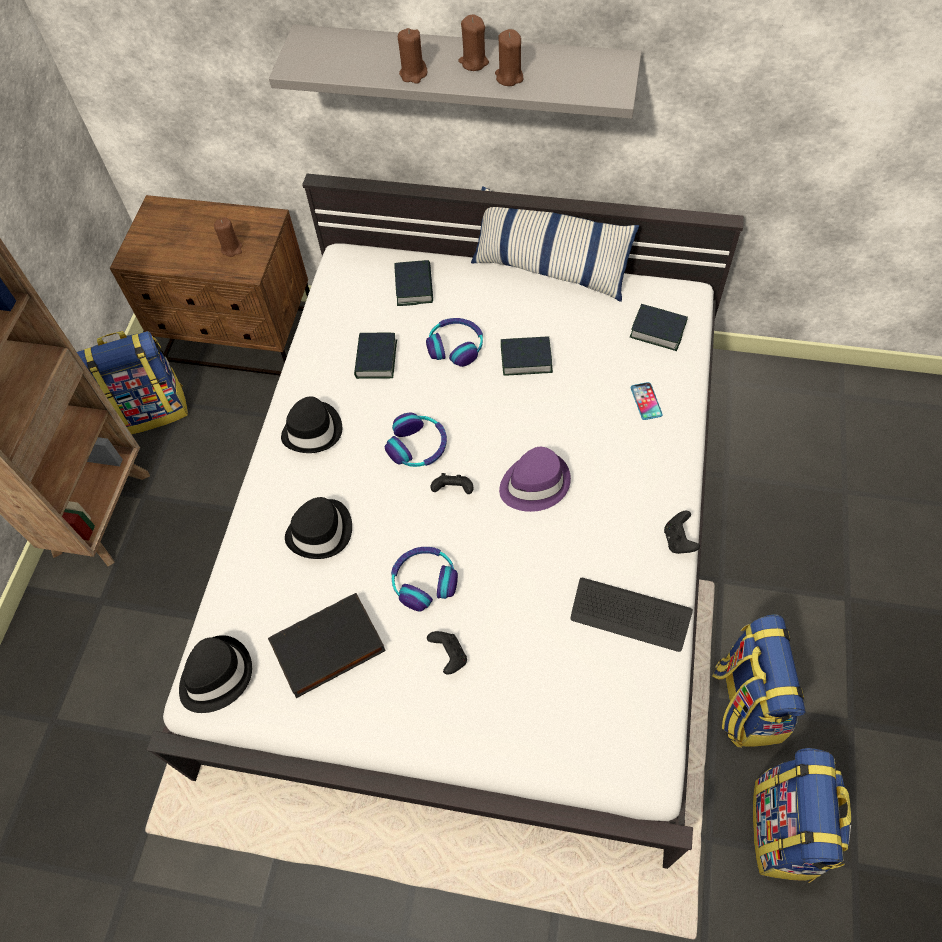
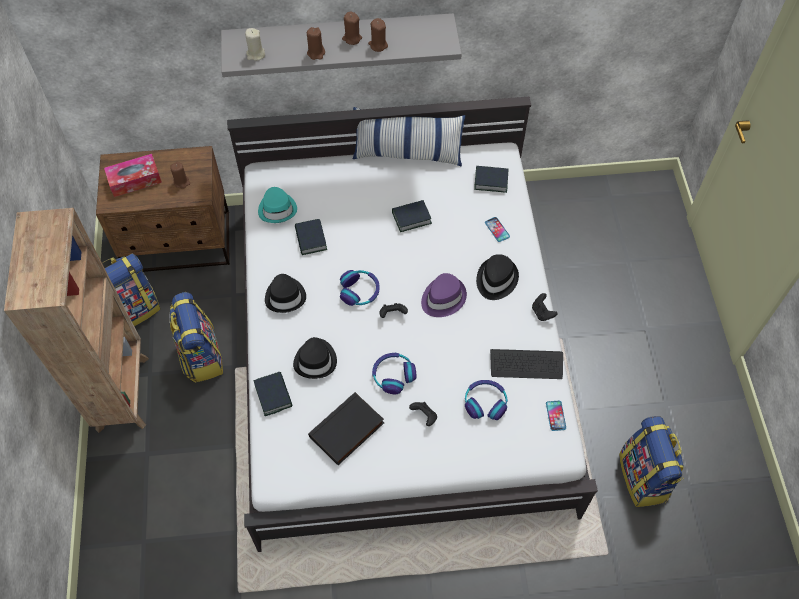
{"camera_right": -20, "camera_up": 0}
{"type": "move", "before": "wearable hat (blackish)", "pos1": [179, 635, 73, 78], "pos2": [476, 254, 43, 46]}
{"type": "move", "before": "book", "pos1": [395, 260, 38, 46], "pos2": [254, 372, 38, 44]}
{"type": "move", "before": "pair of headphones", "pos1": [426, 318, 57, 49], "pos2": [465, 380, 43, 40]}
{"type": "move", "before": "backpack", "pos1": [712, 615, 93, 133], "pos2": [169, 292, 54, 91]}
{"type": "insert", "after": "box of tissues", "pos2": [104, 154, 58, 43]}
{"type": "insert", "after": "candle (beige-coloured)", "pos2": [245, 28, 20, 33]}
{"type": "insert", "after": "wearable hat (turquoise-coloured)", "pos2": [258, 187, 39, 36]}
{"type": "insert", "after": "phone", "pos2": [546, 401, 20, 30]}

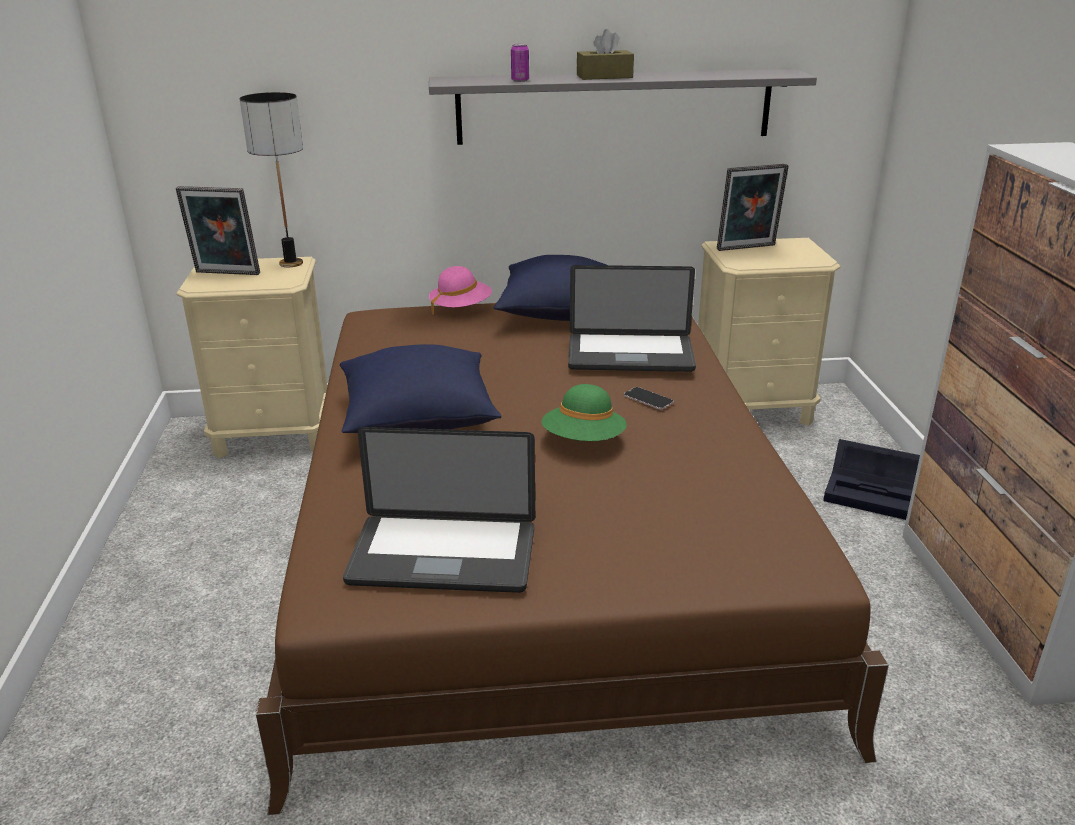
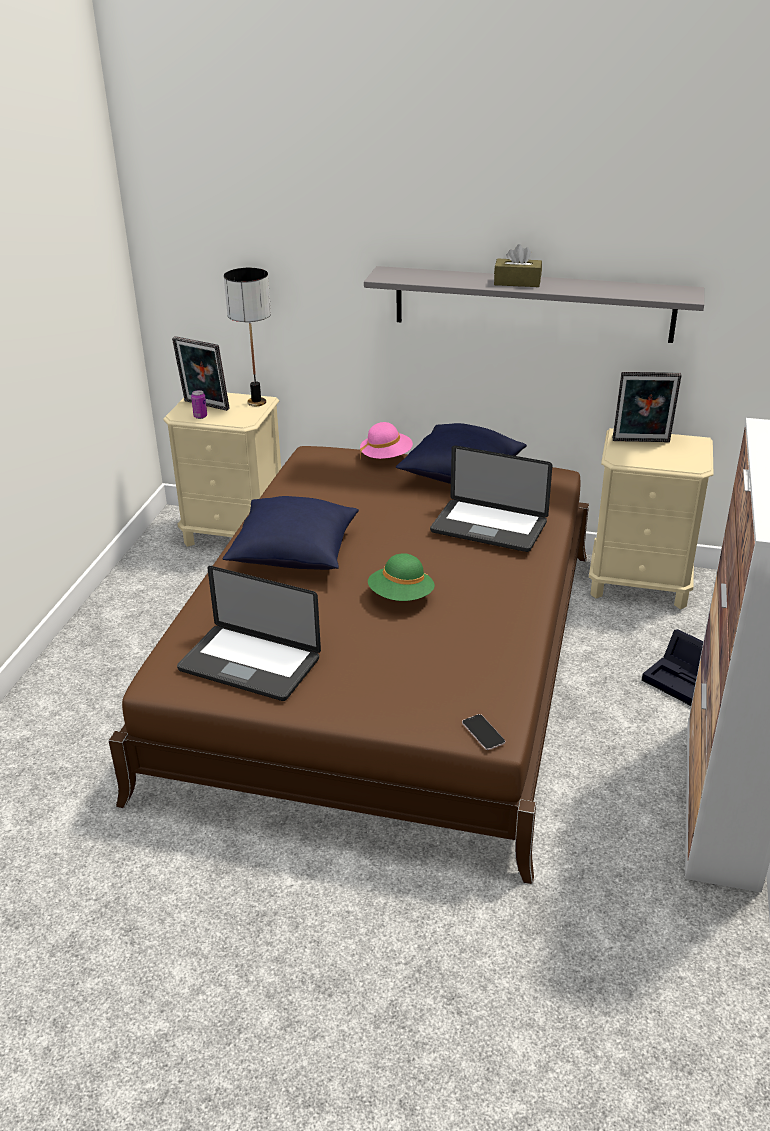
{"camera_right": 20, "camera_up": 5}
{"type": "move", "before": "can", "pos1": [511, 44, 18, 38], "pos2": [191, 390, 16, 29]}
{"type": "move", "before": "phone", "pos1": [624, 387, 50, 23], "pos2": [462, 714, 43, 36]}

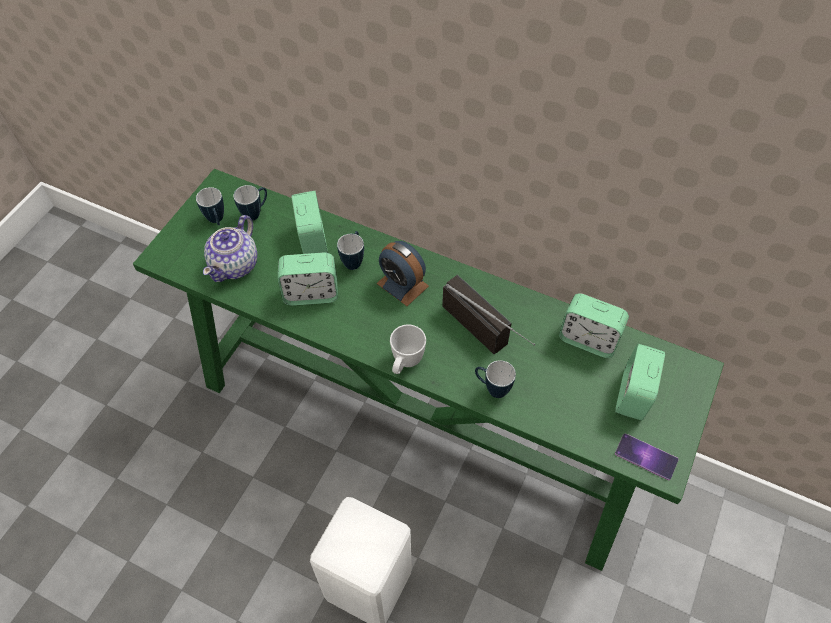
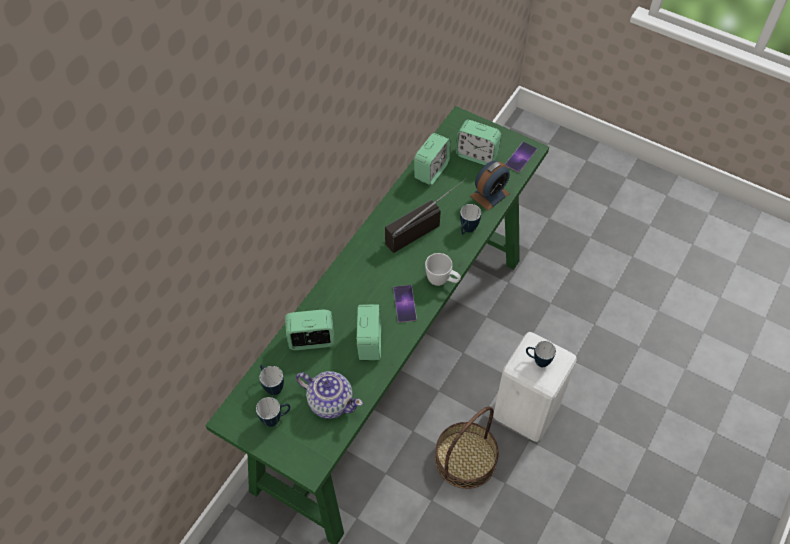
{"camera_right": -85, "camera_up": 0}
{"type": "move", "before": "coffee mug", "pos1": [337, 231, 27, 39], "pos2": [526, 341, 30, 26]}
{"type": "move", "before": "alarm clock", "pos1": [377, 241, 52, 65], "pos2": [471, 161, 39, 49]}
{"type": "insert", "after": "phone", "pos2": [393, 285, 24, 37]}
{"type": "insert", "after": "storage basket", "pos2": [435, 406, 64, 83]}

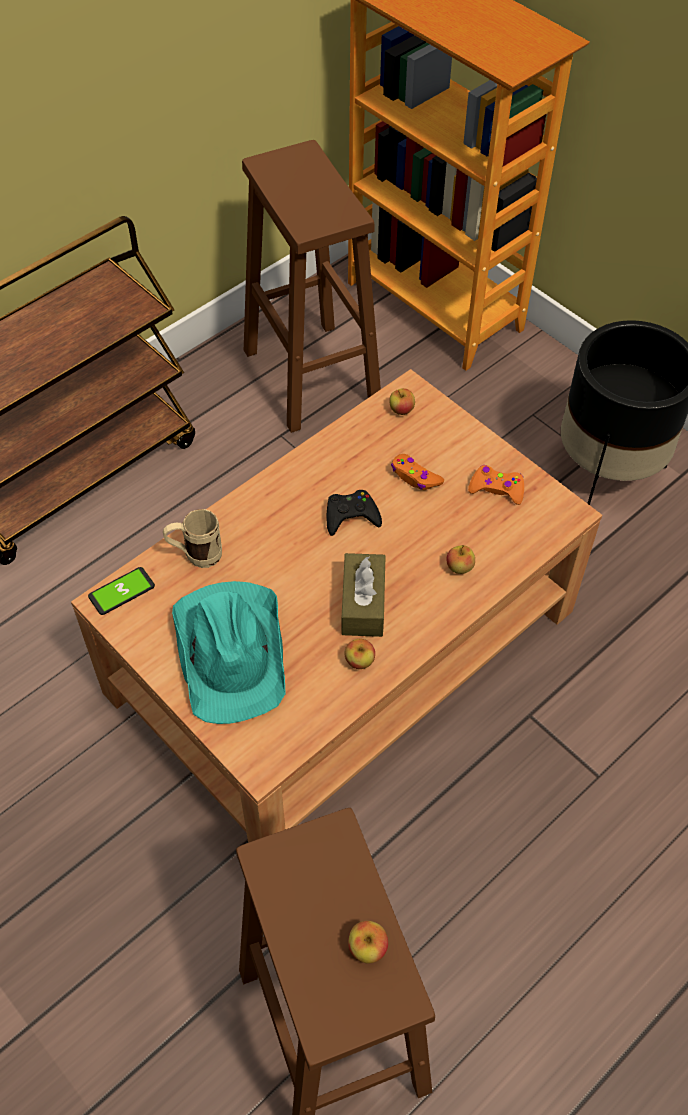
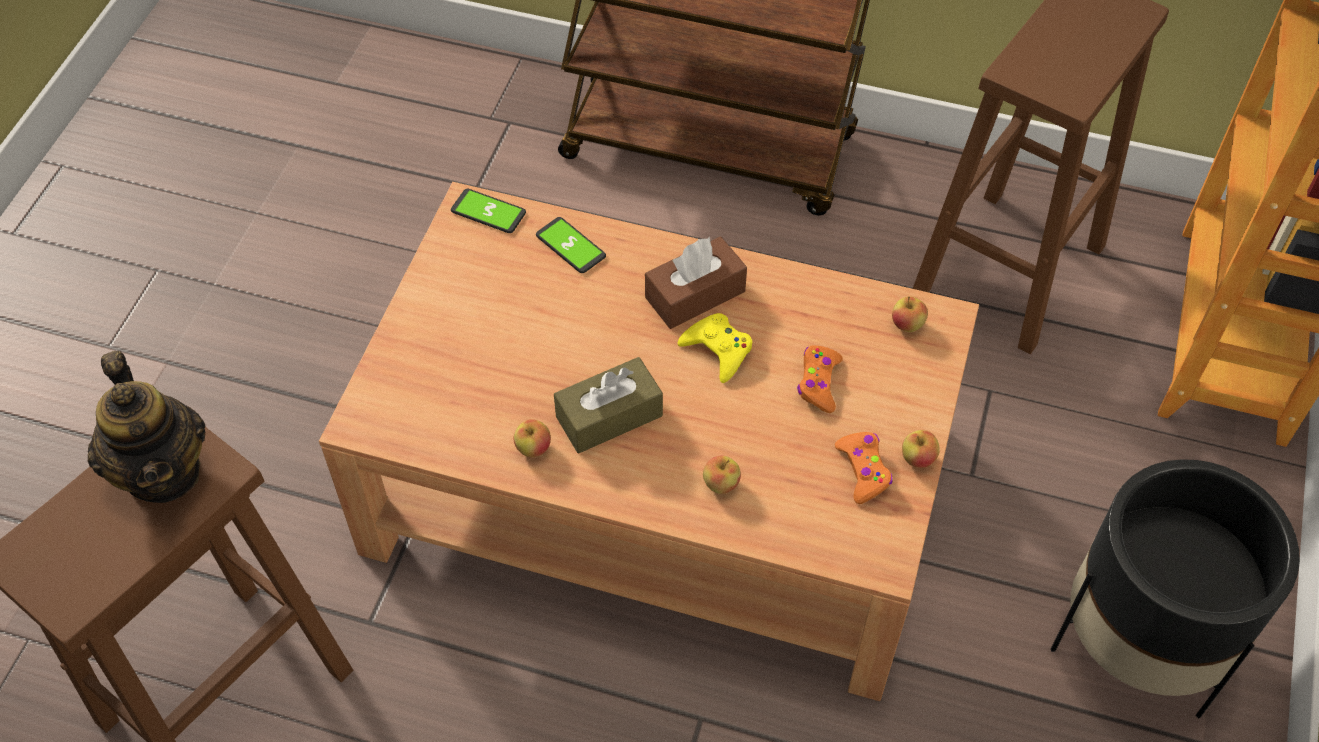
{"camera_right": 60, "camera_up": 0}
{"type": "replace", "before": "coffee mug (beige-coloured)", "after": "phone", "pos1": [163, 509, 59, 59], "pos2": [536, 217, 70, 56]}
{"type": "delete", "before": "wearable hat (turquoise-coloured)", "pos1": [172, 581, 114, 143]}
{"type": "recolor", "before": "joypad (blackish)", "after": "joypad (yellow)", "pos1": [327, 490, 55, 46], "pos2": [678, 313, 74, 70]}
{"type": "move", "before": "apple fruit", "pos1": [348, 921, 40, 42], "pos2": [902, 430, 38, 38]}
{"type": "insert", "after": "teapot", "pos2": [88, 351, 117, 152]}
{"type": "insert", "after": "box of tissues (brown-coloured)", "pos2": [645, 236, 102, 93]}

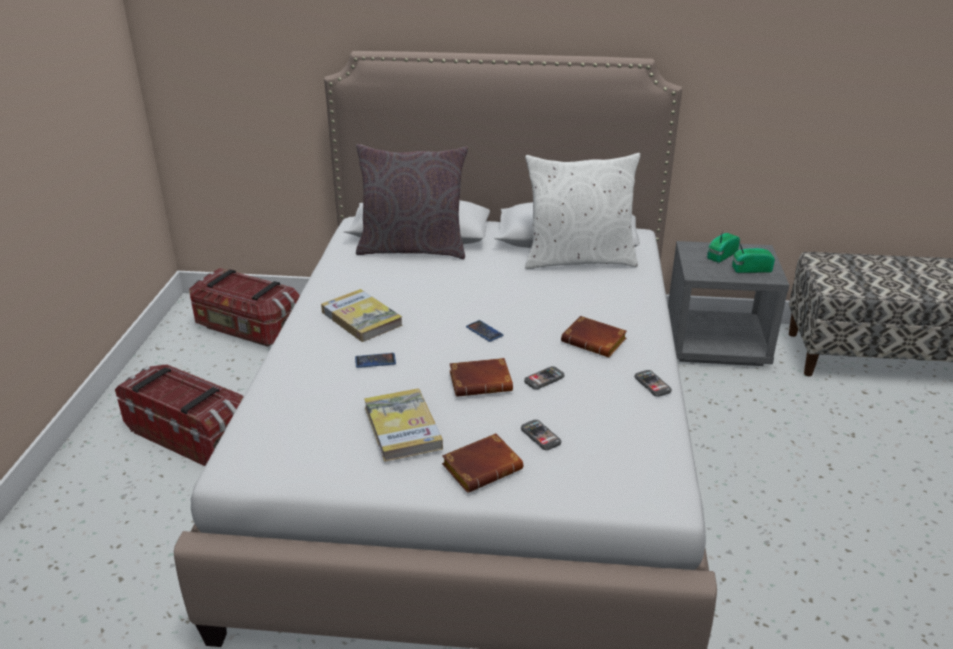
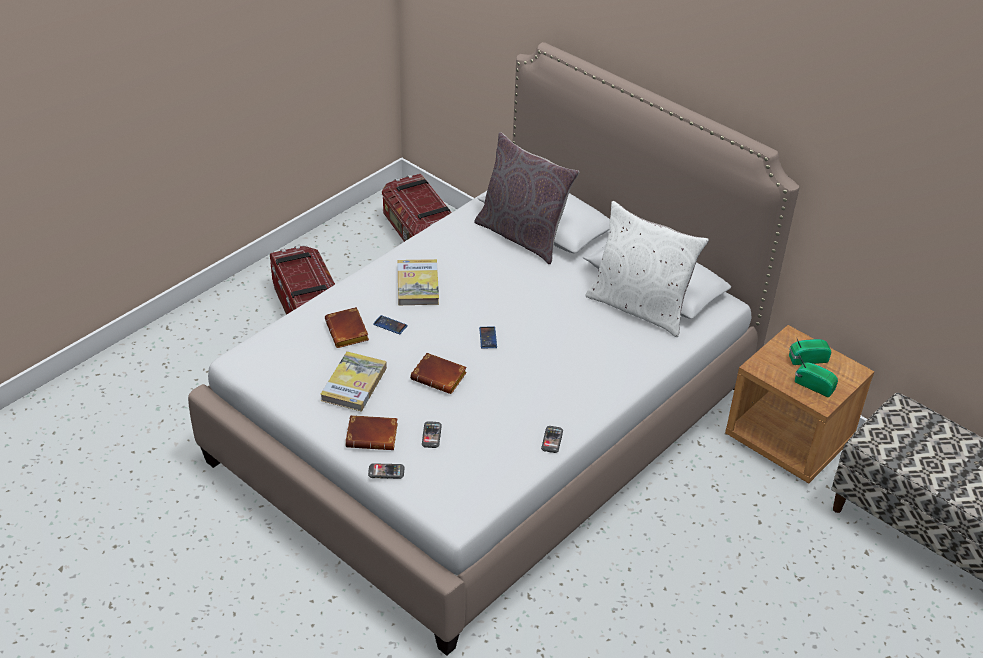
{"camera_right": 35, "camera_up": 10}
{"type": "move", "before": "phone", "pos1": [524, 366, 41, 24], "pos2": [368, 463, 36, 16]}
{"type": "move", "before": "book (brown-coloured)", "pos1": [561, 316, 66, 42], "pos2": [325, 307, 44, 41]}
{"type": "recolor", "before": "bedside table (gray)", "after": "bedside table (brown-coloured)", "pos1": [668, 241, 121, 125], "pos2": [725, 325, 149, 158]}

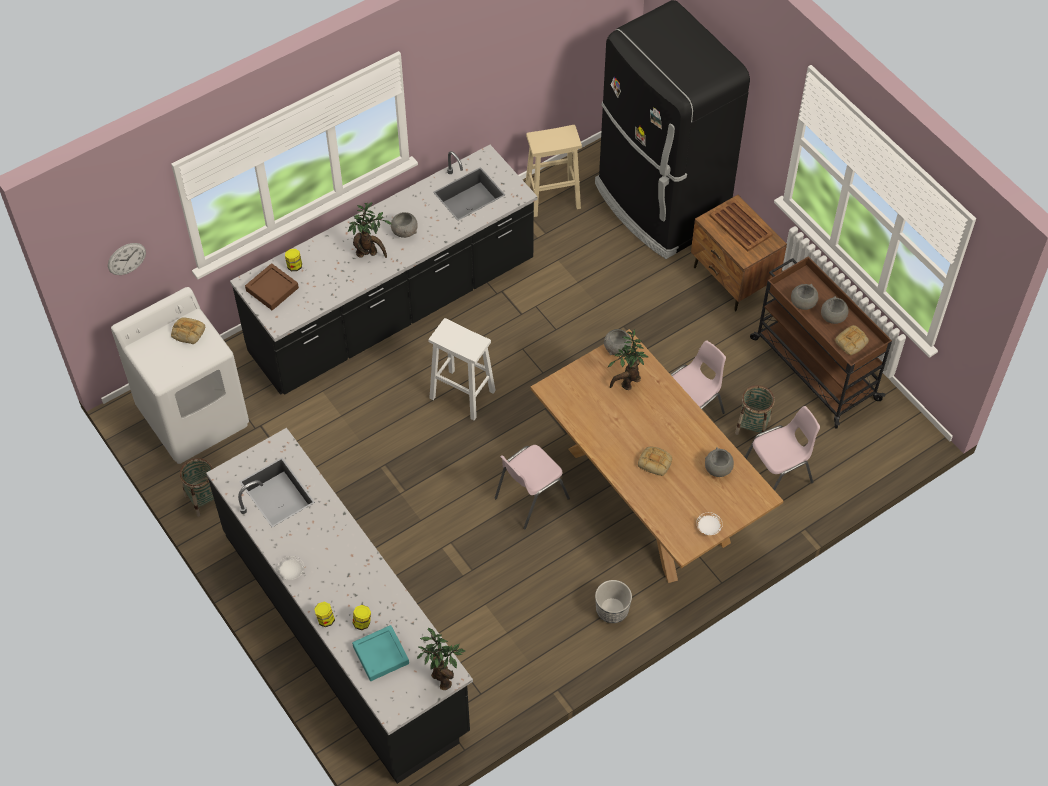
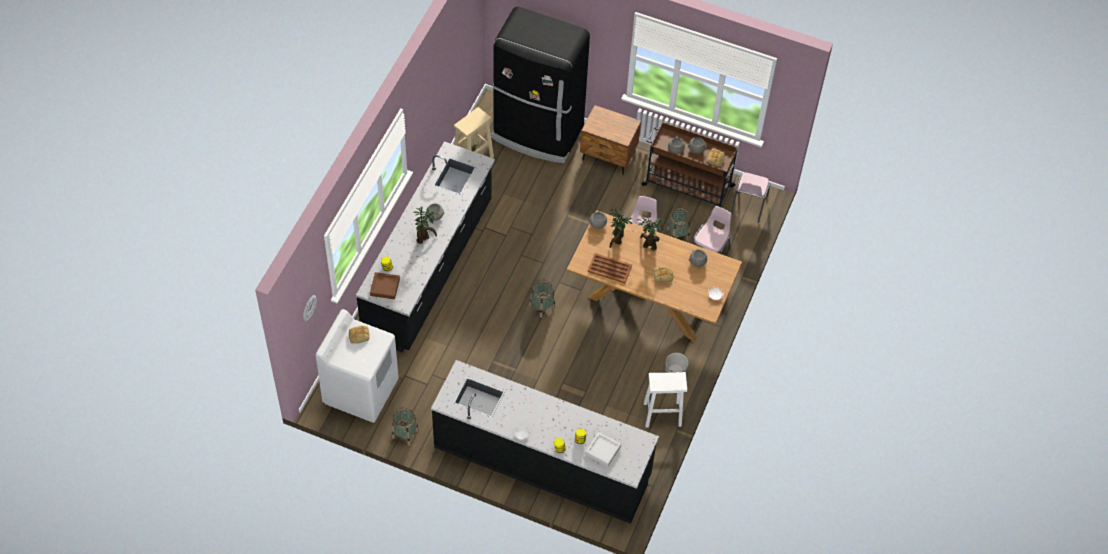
{"camera_right": -35, "camera_up": 0}
{"type": "recolor", "before": "tray (turquoise-coloured)", "after": "tray (gray)", "pos1": [352, 625, 57, 56], "pos2": [585, 432, 36, 35]}
{"type": "move", "before": "houseplant", "pos1": [417, 628, 48, 62], "pos2": [637, 217, 28, 34]}
{"type": "move", "before": "stool seat (white)", "pos1": [429, 318, 67, 102], "pos2": [644, 372, 43, 55]}
{"type": "move", "before": "plain chair (pink)", "pos1": [495, 445, 75, 85], "pos2": [731, 172, 39, 51]}
{"type": "move", "before": "tray (brown-coloured)", "pos1": [710, 199, 63, 53], "pos2": [587, 253, 45, 30]}
{"type": "insert", "after": "storage basket", "pos2": [529, 280, 26, 38]}

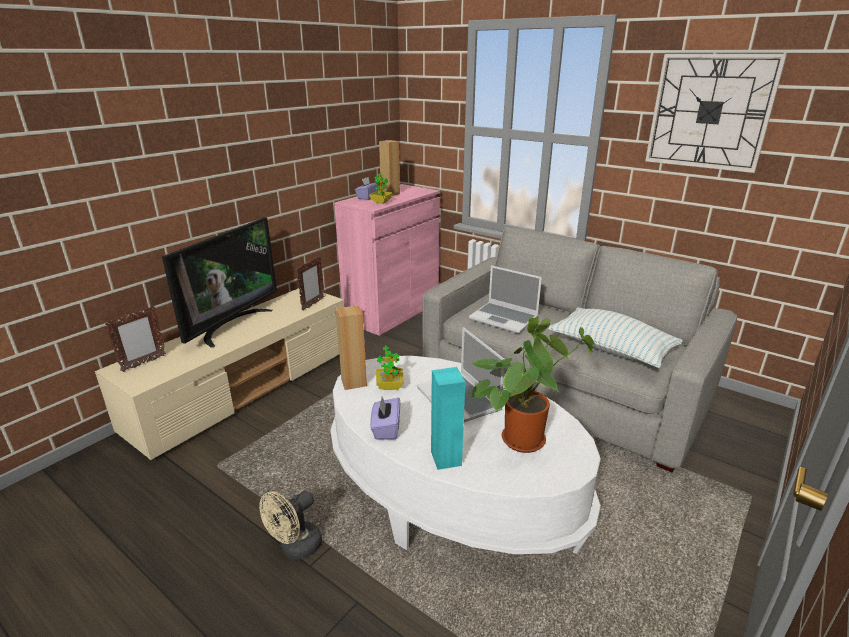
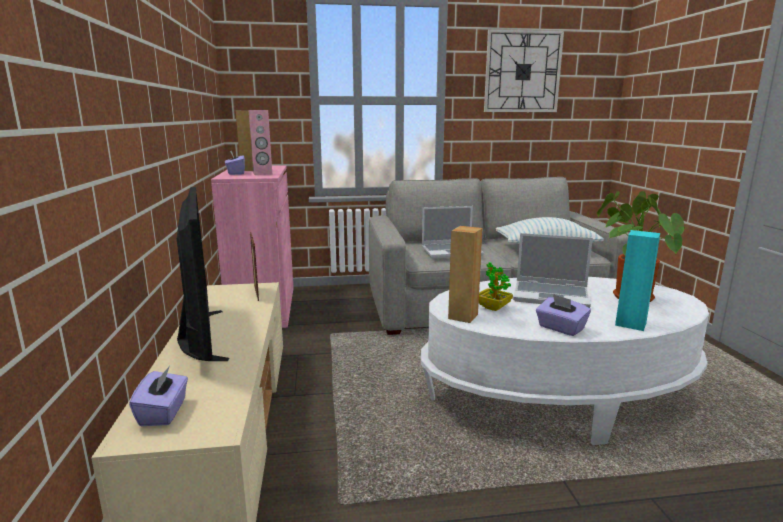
{"camera_right": -45, "camera_up": -10}
{"type": "replace", "before": "photo frame", "after": "box of tissues (purple)", "pos1": [105, 305, 61, 67], "pos2": [129, 366, 59, 60]}
{"type": "delete", "before": "fan (beige-coloured)", "pos1": [259, 490, 63, 70]}
{"type": "replace", "before": "houseplant", "after": "speaker (pink)", "pos1": [369, 173, 24, 31], "pos2": [249, 110, 23, 65]}

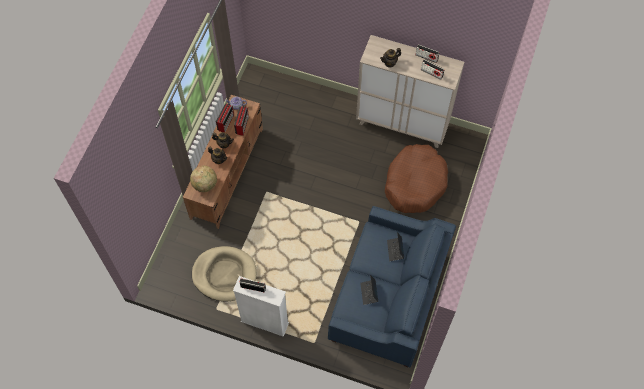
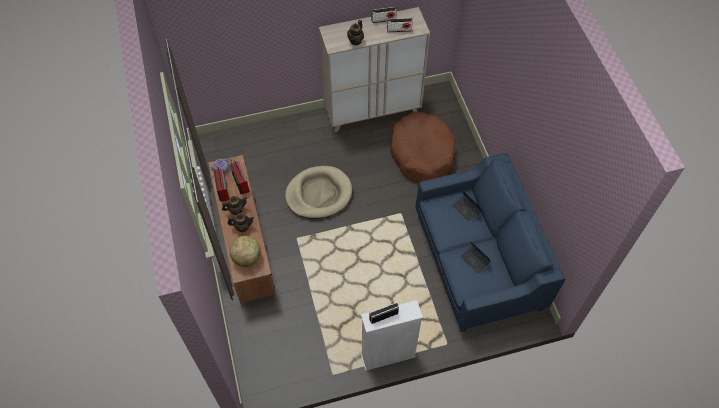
{"camera_right": -35, "camera_up": -5}
{"type": "move", "before": "pet bed (beige-coloured)", "pos1": [192, 246, 65, 56], "pos2": [285, 166, 67, 53]}

